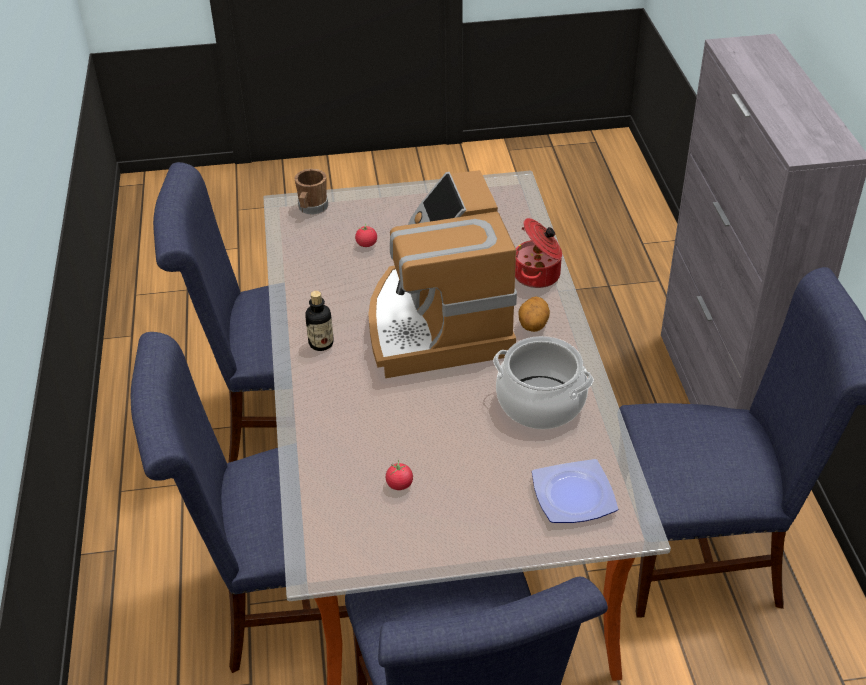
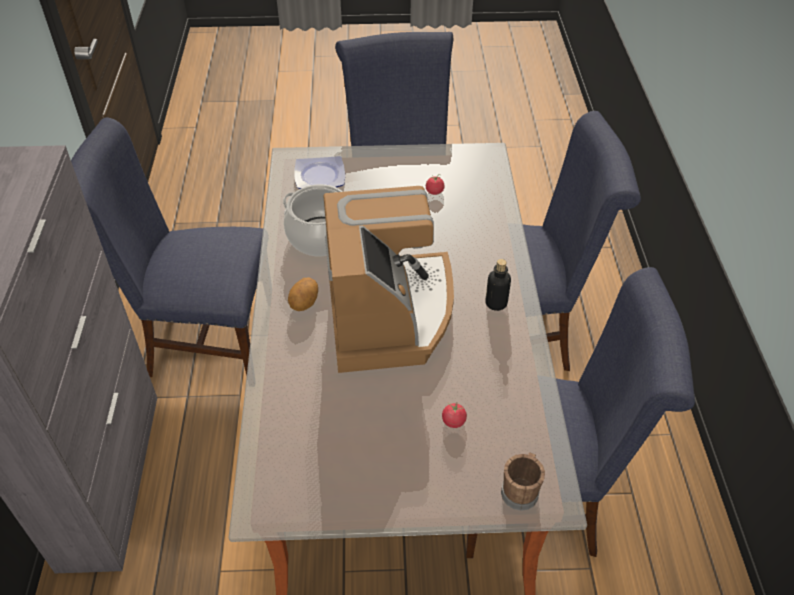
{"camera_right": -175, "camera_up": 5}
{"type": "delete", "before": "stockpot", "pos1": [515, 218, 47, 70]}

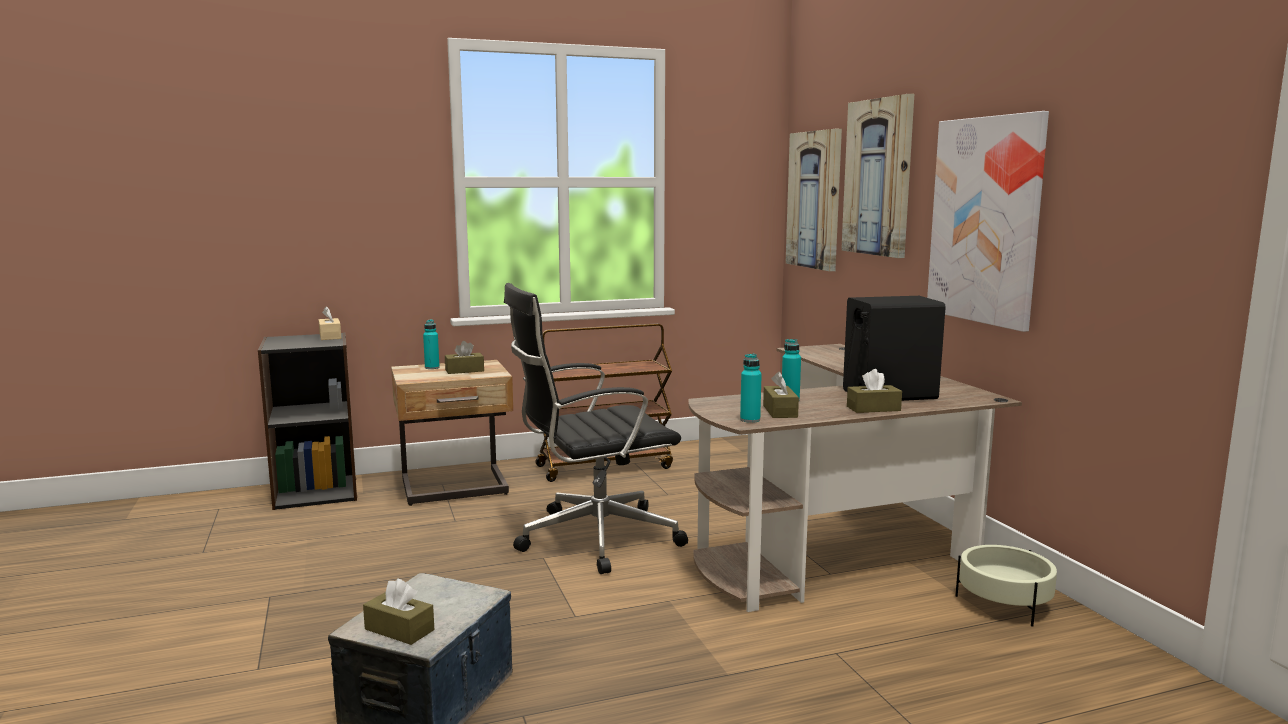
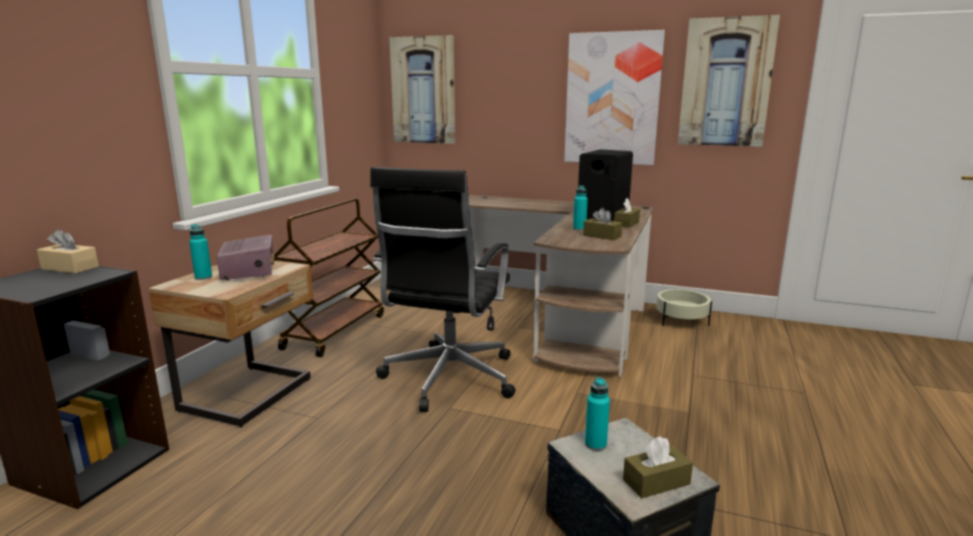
{"camera_right": -50, "camera_up": 5}
{"type": "replace", "before": "box of tissues (brown-coloured)", "after": "radio set", "pos1": [445, 341, 39, 33], "pos2": [216, 235, 59, 45]}
{"type": "move", "before": "beverage bottle (turquoise-coloured)", "pos1": [740, 354, 22, 69], "pos2": [585, 377, 25, 74]}
{"type": "move", "before": "wall picture", "pos1": [841, 94, 73, 164], "pos2": [678, 15, 102, 132]}

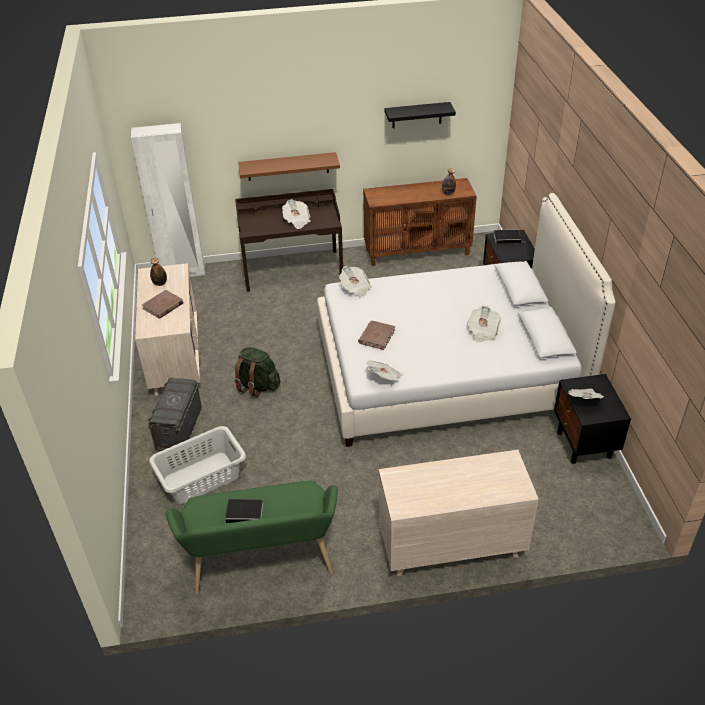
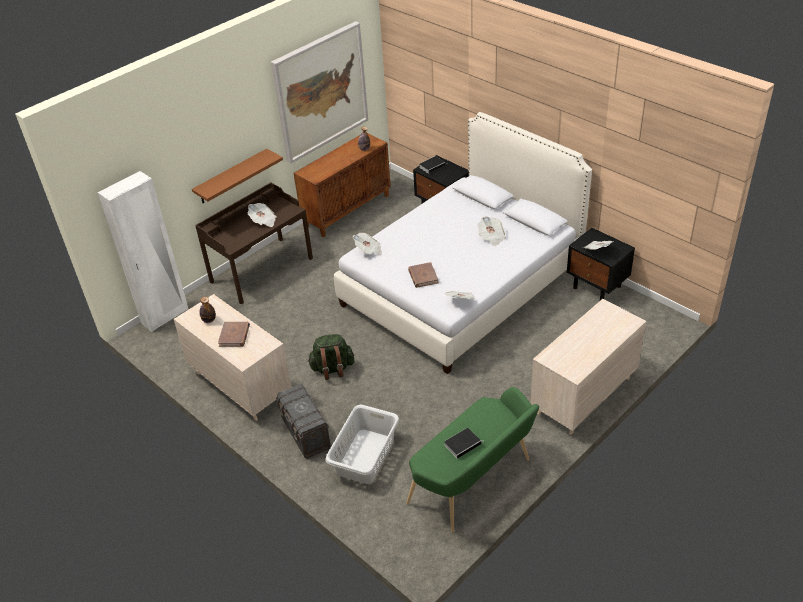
{"camera_right": -35, "camera_up": 0}
{"type": "replace", "before": "wall shelf (blackish)", "after": "wall picture", "pos1": [384, 102, 72, 26], "pos2": [271, 21, 97, 142]}

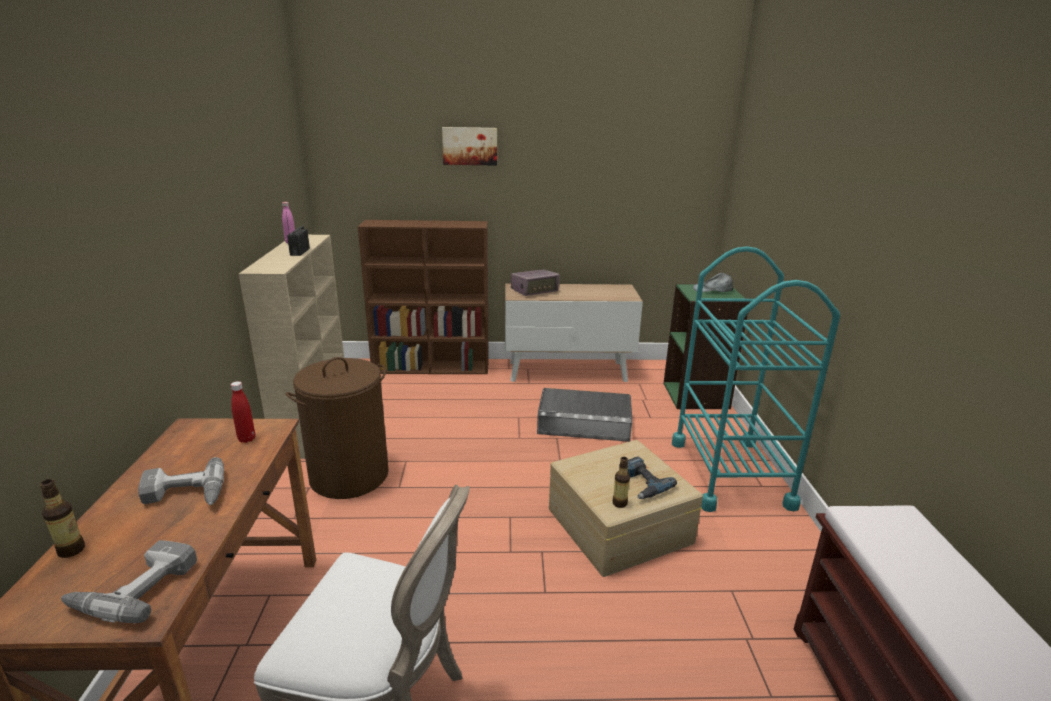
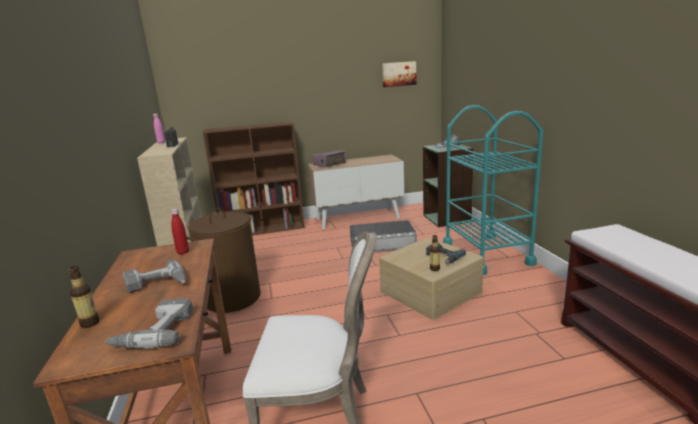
{"camera_right": -10, "camera_up": -5}
{"type": "move", "before": "wall picture", "pos1": [442, 127, 55, 39], "pos2": [382, 61, 35, 26]}

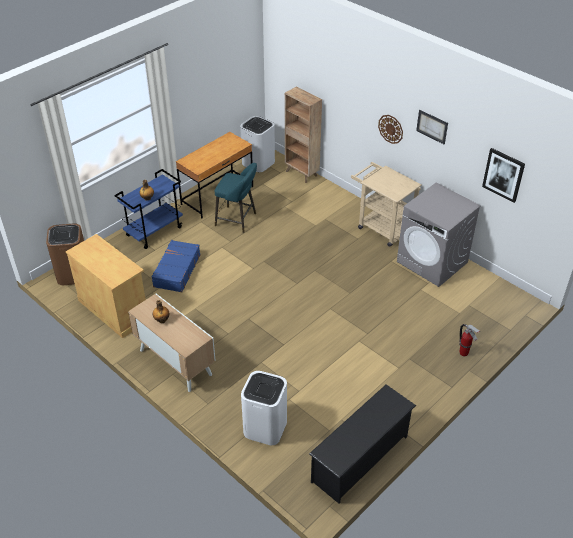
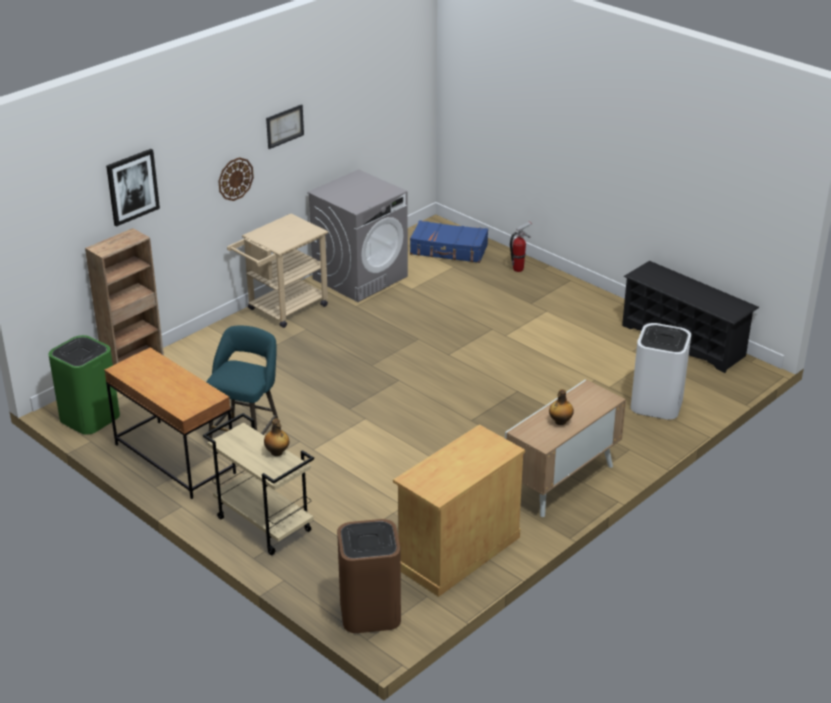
{"camera_right": -90, "camera_up": -10}
{"type": "recolor", "before": "cart (blue-coloured)", "after": "cart (beige-coloured)", "pos1": [114, 169, 69, 80], "pos2": [203, 413, 111, 142]}
{"type": "move", "before": "piece of luggage (blue-coloured)", "pos1": [152, 240, 48, 52], "pos2": [410, 220, 78, 43]}
{"type": "recolor", "before": "rubbish bin (white)", "after": "rubbish bin (green)", "pos1": [240, 116, 35, 56], "pos2": [48, 335, 72, 100]}
{"type": "move", "before": "wall picture", "pos1": [482, 148, 43, 55], "pos2": [106, 149, 54, 77]}

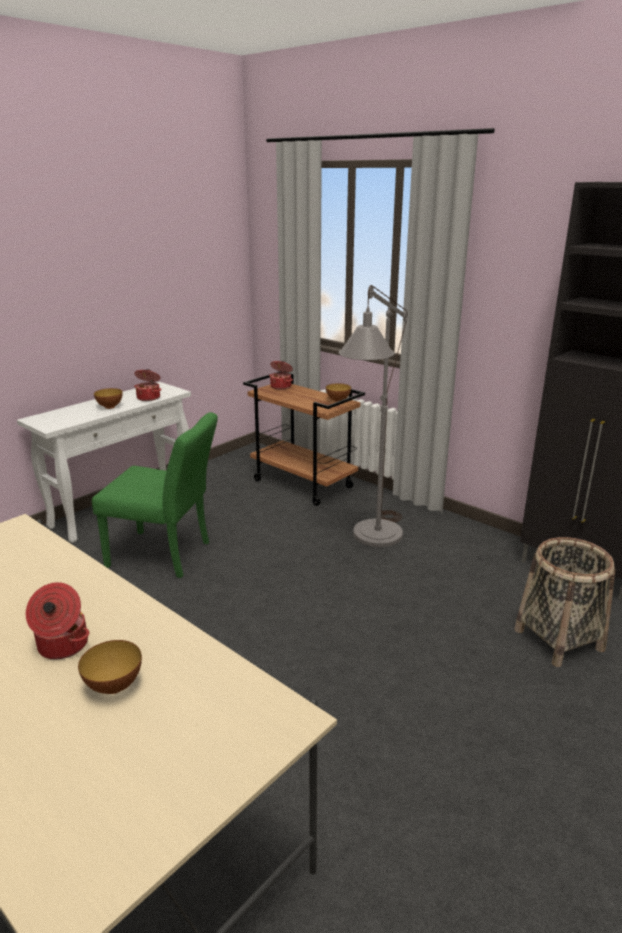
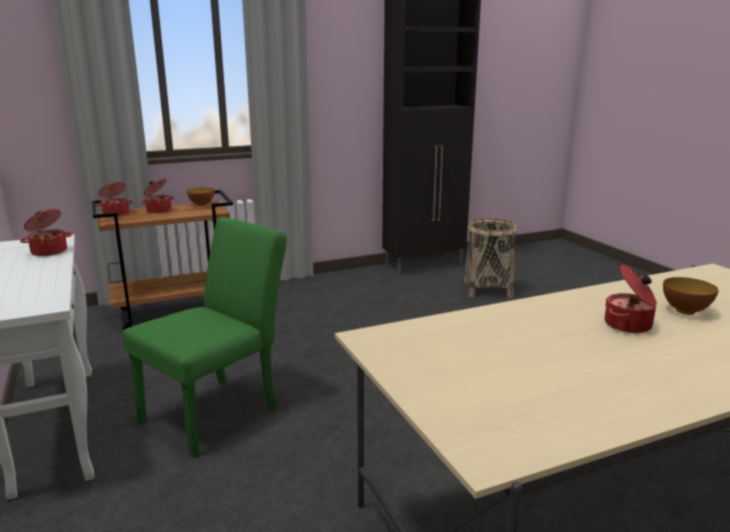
{"camera_right": -65, "camera_up": -5}
{"type": "delete", "before": "deep dish", "pos1": [94, 388, 29, 21]}
{"type": "delete", "before": "standing lamp (gray)", "pos1": [339, 285, 69, 262]}
{"type": "insert", "after": "stockpot", "pos2": [141, 178, 33, 35]}

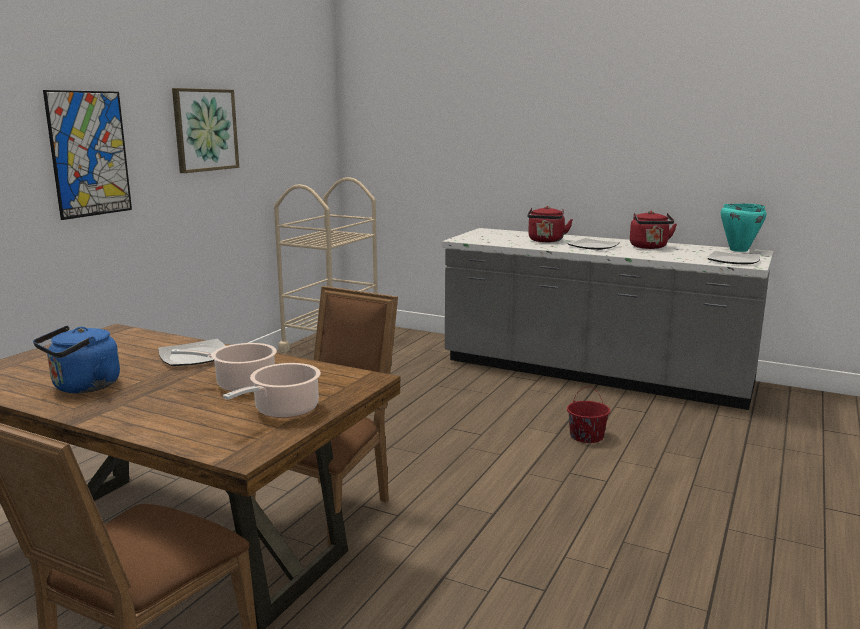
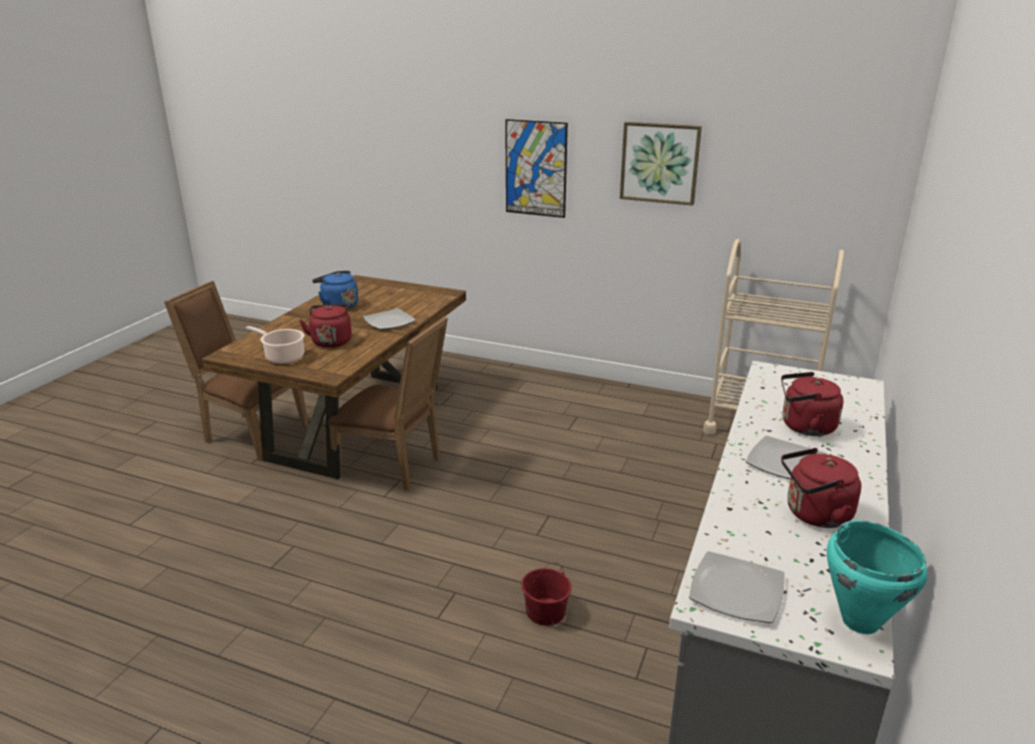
{"camera_right": 85, "camera_up": 10}
{"type": "replace", "before": "stockpot", "after": "kettle (red)", "pos1": [171, 343, 106, 49], "pos2": [299, 304, 53, 44]}

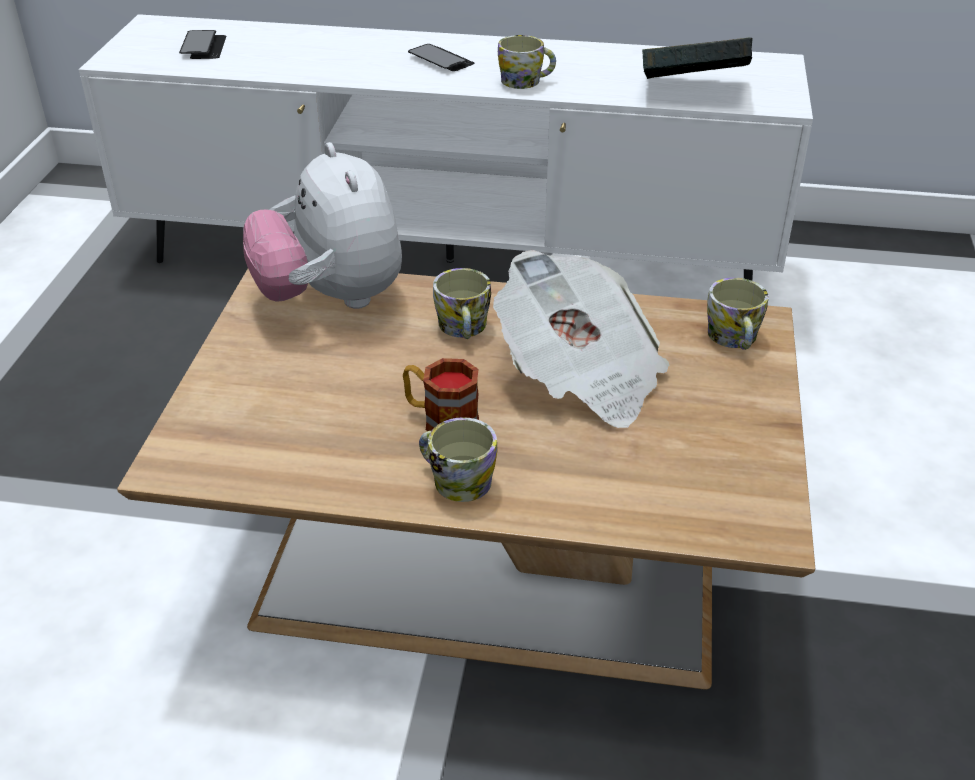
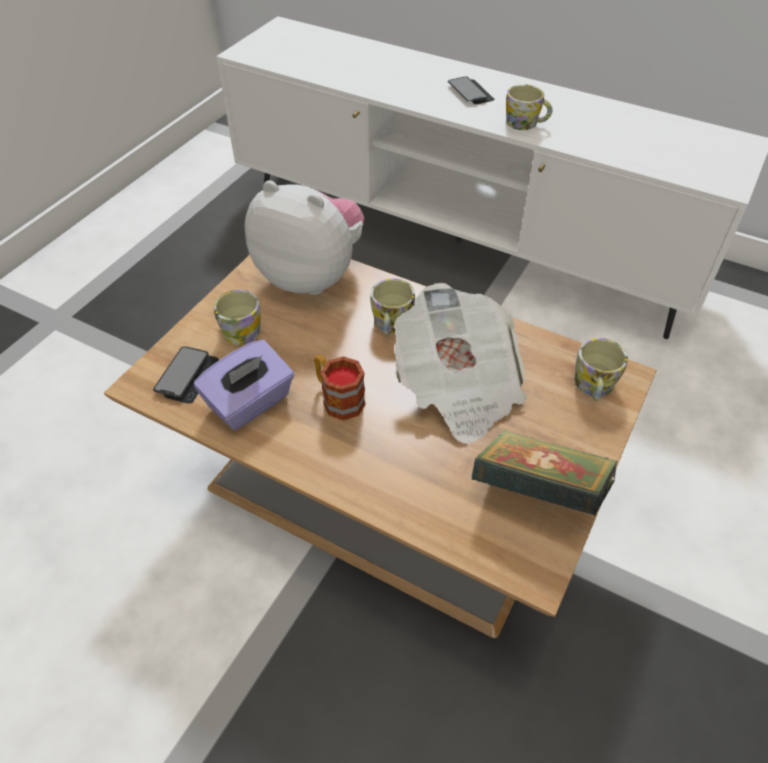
{"camera_right": 20, "camera_up": 10}
{"type": "move", "before": "phone", "pos1": [179, 30, 47, 29], "pos2": [153, 346, 66, 58]}
{"type": "rotate", "before": "cuddly toy", "pos1": [243, 142, 159, 167], "pos2": [245, 180, 119, 115], "turn": 120}
{"type": "move", "before": "coffee mug", "pos1": [419, 417, 79, 85], "pos2": [214, 290, 47, 55]}
{"type": "move", "before": "book", "pos1": [642, 38, 111, 41], "pos2": [472, 430, 145, 86]}
{"type": "insert", "after": "box of tissues (purple)", "pos2": [194, 339, 100, 91]}

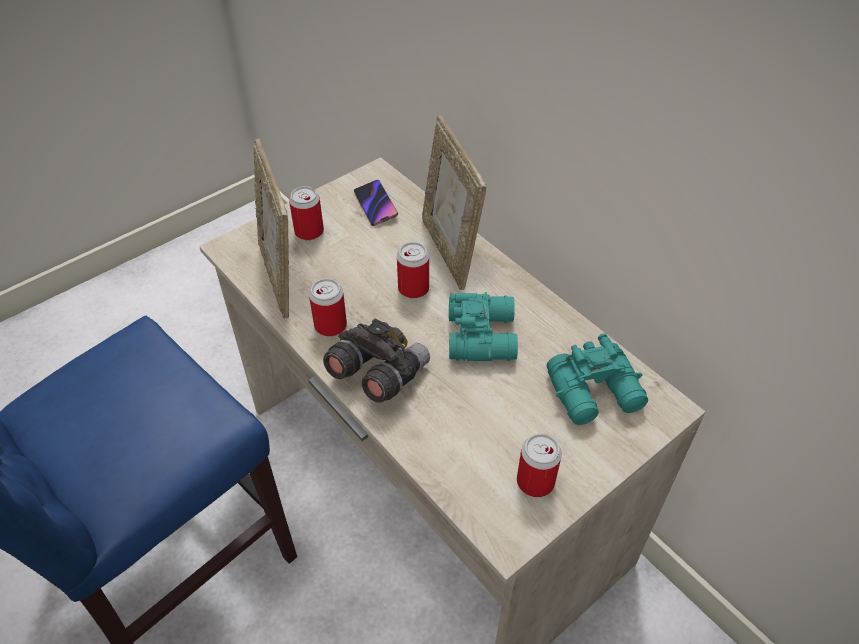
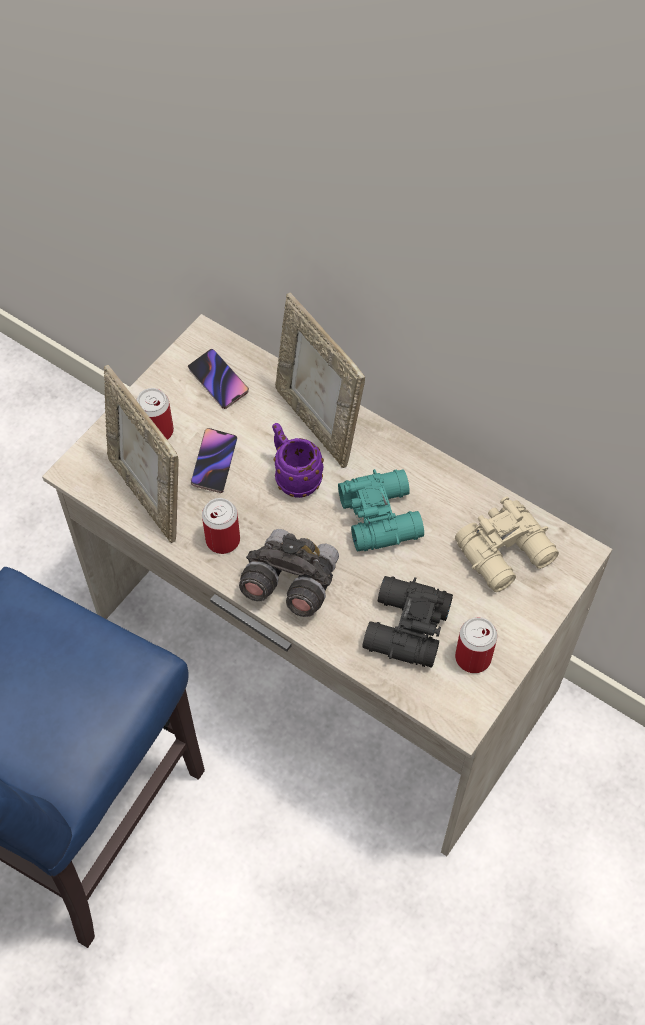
{"camera_right": -15, "camera_up": 10}
{"type": "replace", "before": "can", "after": "coffee mug (purple)", "pos1": [397, 242, 32, 56], "pos2": [272, 423, 52, 75]}
{"type": "recolor", "before": "binoculars (turquoise-coloured)", "after": "binoculars (beige-coloured)", "pos1": [547, 333, 101, 92], "pos2": [455, 496, 104, 96]}
{"type": "insert", "after": "phone", "pos2": [191, 428, 47, 65]}
{"type": "insert", "after": "binoculars (blackish)", "pos2": [362, 576, 91, 92]}

